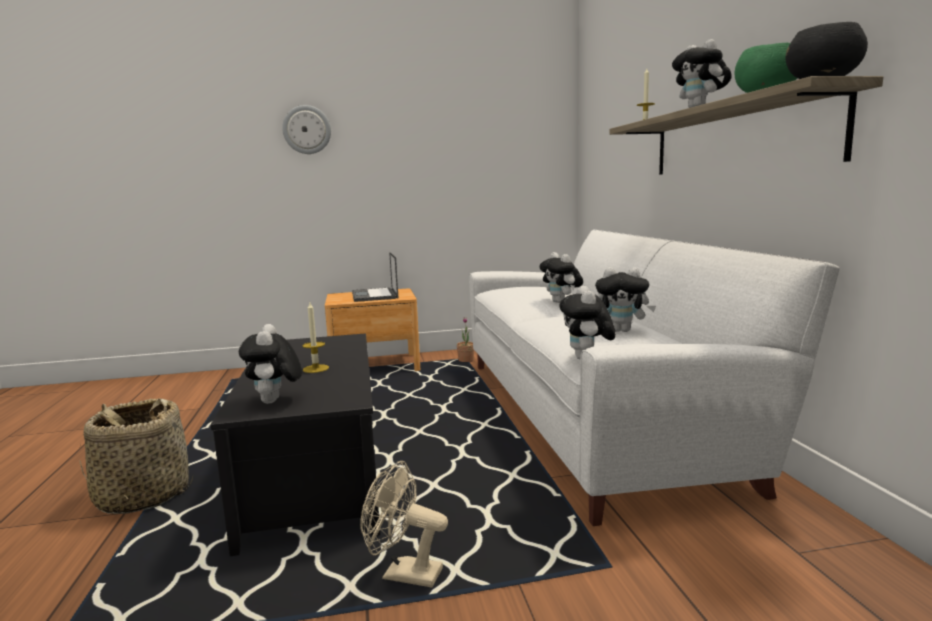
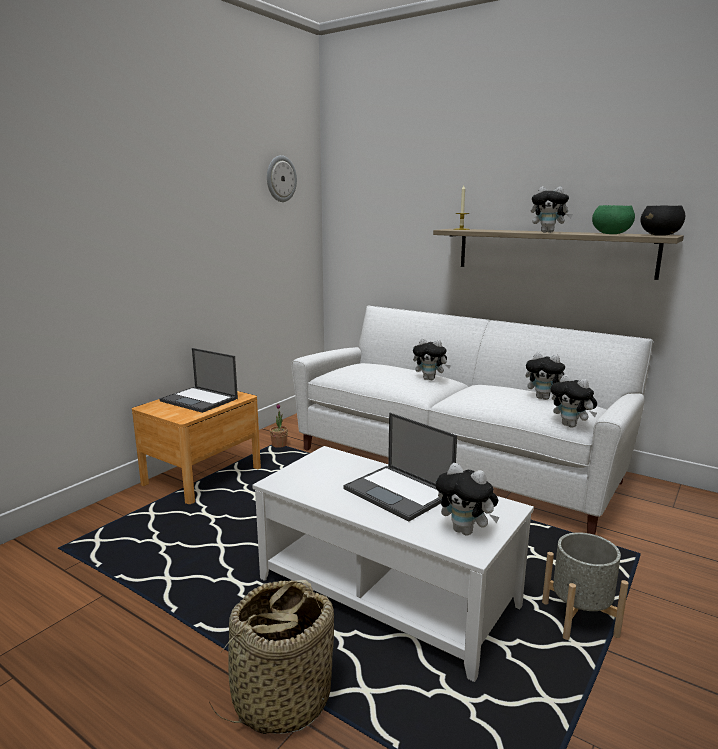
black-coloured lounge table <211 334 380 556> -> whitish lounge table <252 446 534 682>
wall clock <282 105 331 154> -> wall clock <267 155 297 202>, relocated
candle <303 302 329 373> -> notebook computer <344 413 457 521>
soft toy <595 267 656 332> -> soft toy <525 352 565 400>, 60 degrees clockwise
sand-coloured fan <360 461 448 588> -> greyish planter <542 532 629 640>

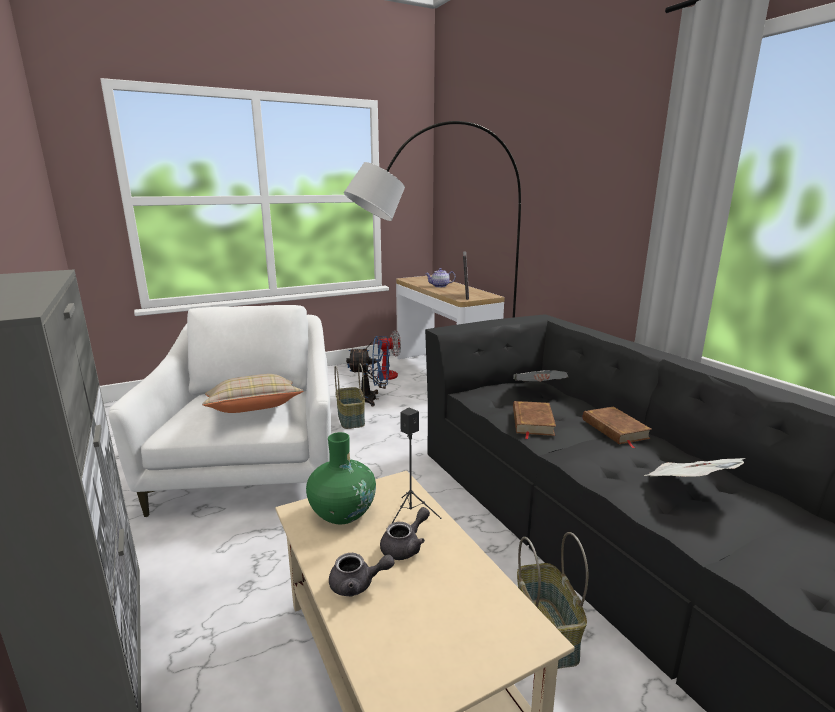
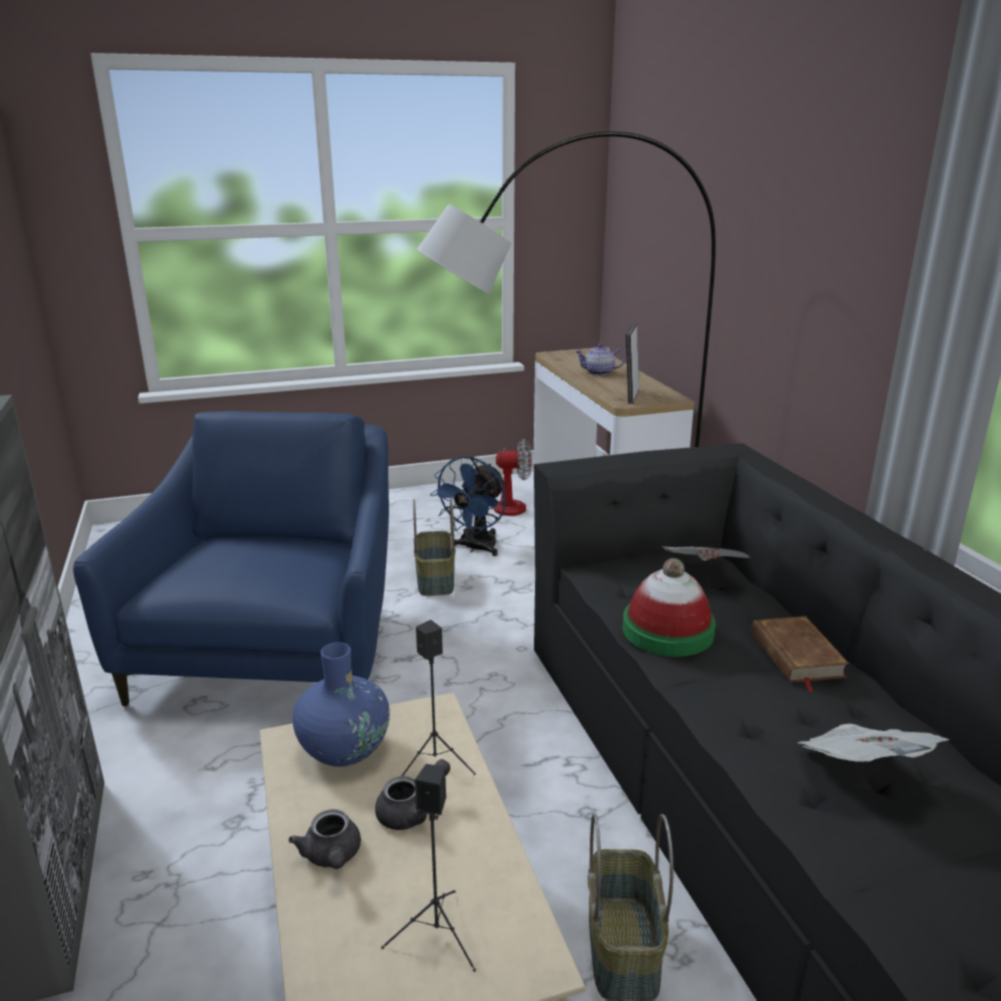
whitish lounge chair <109 305 331 517> -> blue-coloured lounge chair <73 411 389 707>
greyish teapot <329 553 394 596> -> greyish teapot <288 809 361 869>, 60 degrees clockwise
green-coloured vase <306 432 376 524> -> blue-coloured vase <293 642 390 767>
none -> black-coloured speaker <381 764 476 972>
blue-coloured fan <346 336 390 406> -> blue-coloured fan <430 456 506 556>, 105 degrees clockwise
brown bound book <513 401 556 439> -> hat <623 558 716 657>
sand-coloured cushion <202 374 303 413> -> none

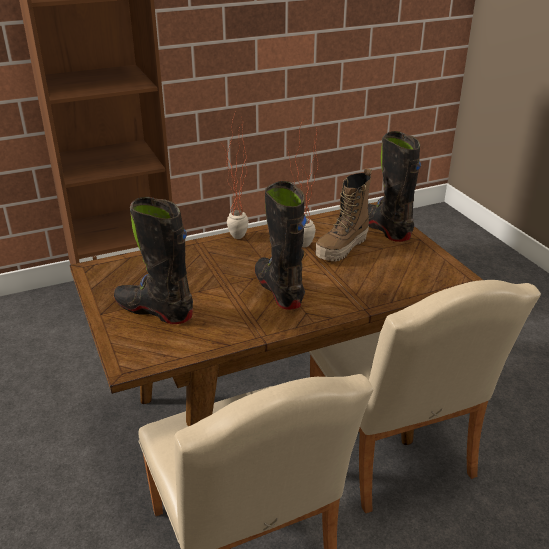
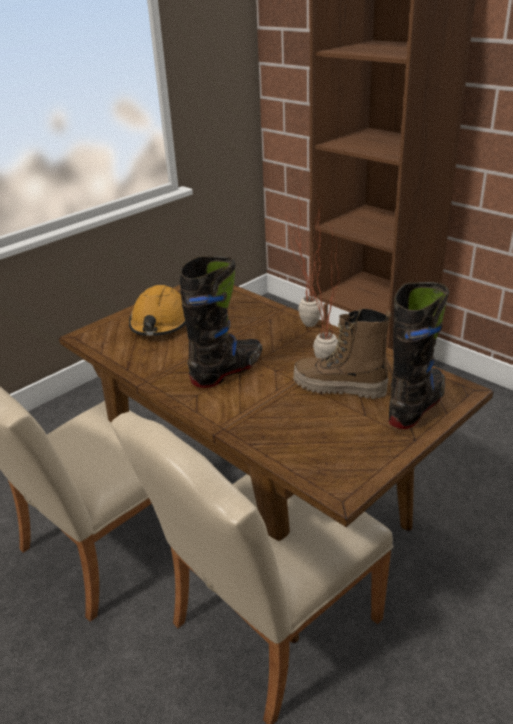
black-coloured high-top boot <114 197 193 324> -> orange-coloured safety helmet <129 285 186 336>

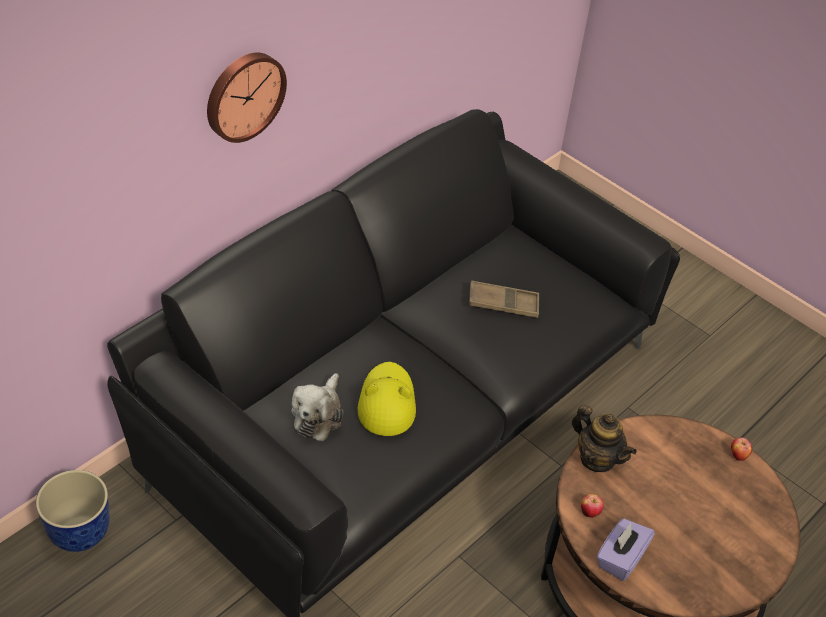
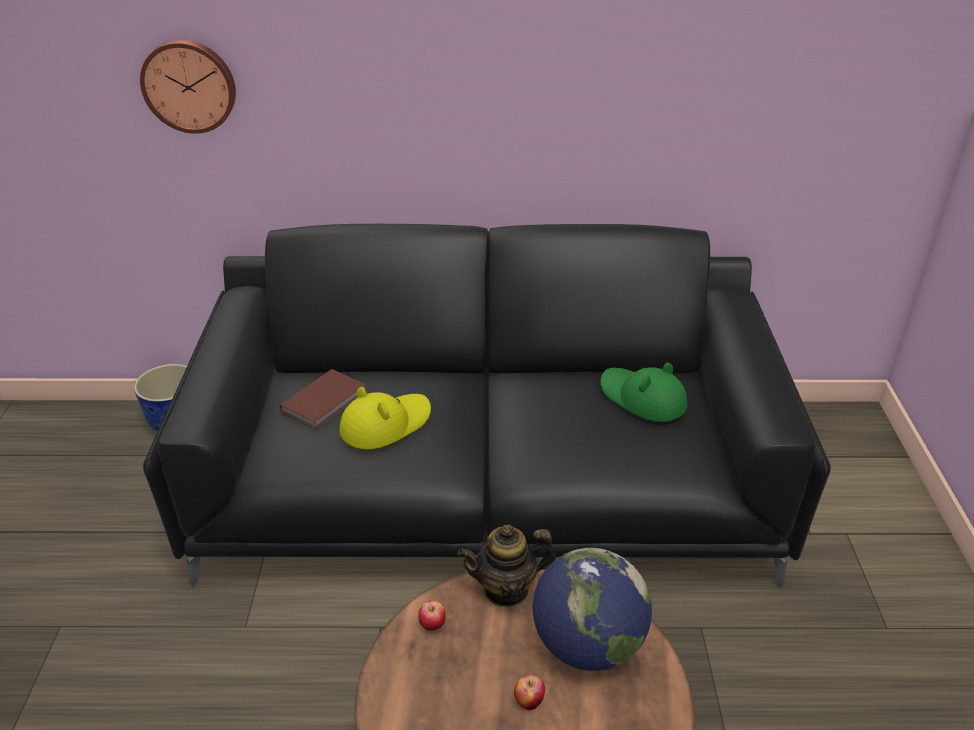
wall clock <207 53 287 143> -> wall clock <140 40 236 134>, relocated
soft toy <291 373 344 441> -> brown bound book <280 369 366 429>
teapot <572 404 637 472> -> teapot <458 525 556 607>, 75 degrees clockwise
apple fruit <731 437 752 461> -> apple fruit <514 674 545 710>, relocated
none -> desk globe <532 548 652 671>
none -> green-coloured hat <600 362 687 422>
brown serving tray <469 280 539 318> -> none
purple-coloured tissue box <597 519 655 581> -> none

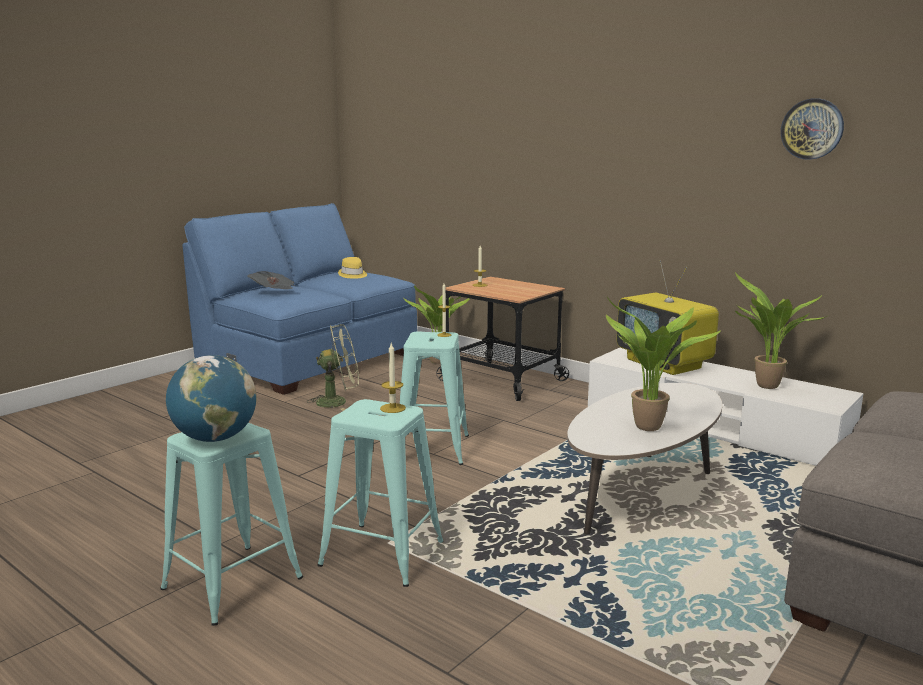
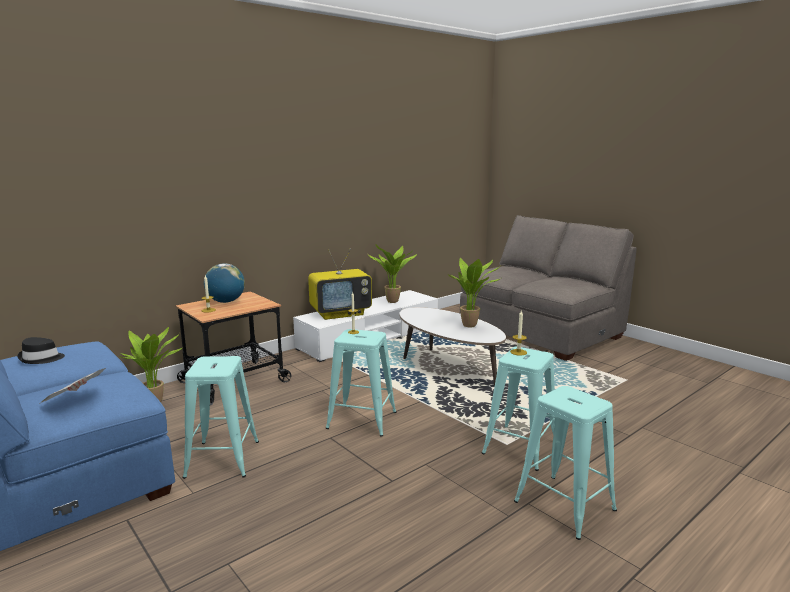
yellow hat <338 257 367 279> -> black-coloured hat <17 337 65 364>
green-coloured fan <307 324 359 411> -> turquoise-coloured sitting stool <183 356 259 479>
desk globe <166 355 257 442> -> desk globe <204 263 245 303>, relocated
wall clock <781 98 844 160> -> none

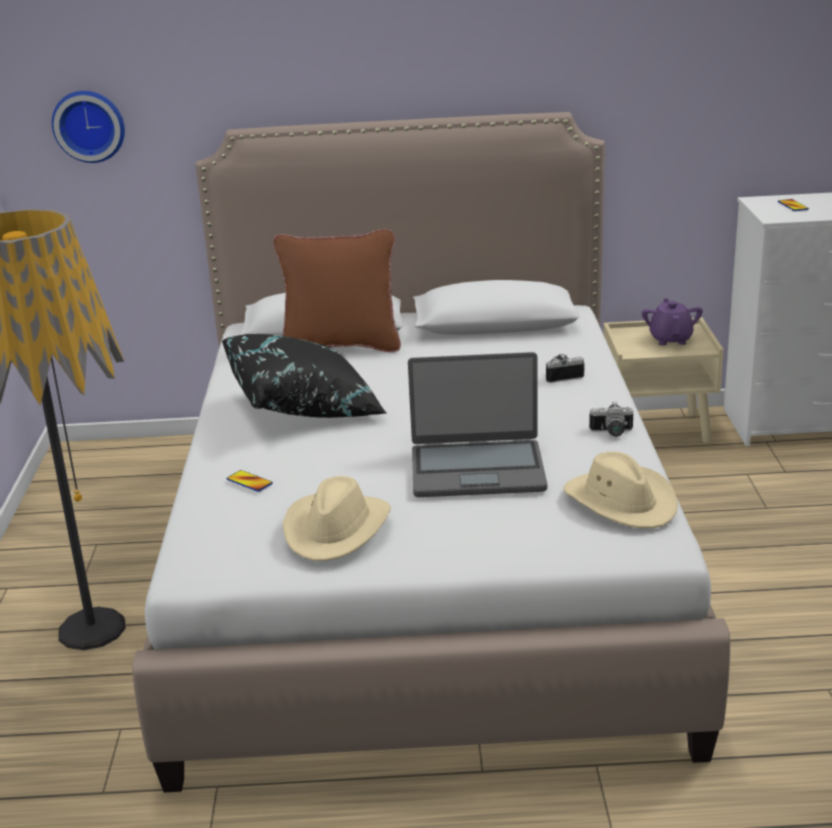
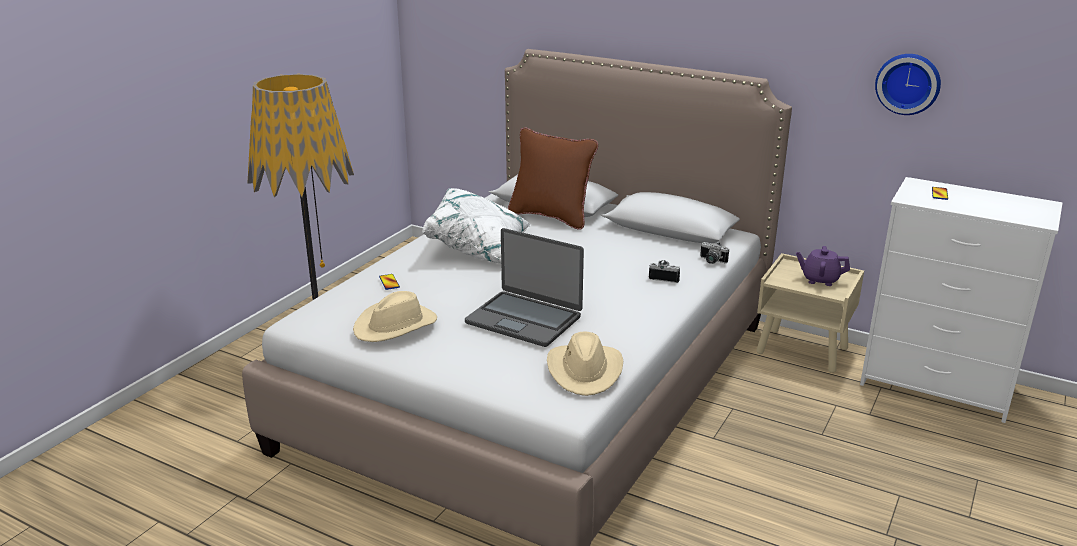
black-coloured cushion <222 334 387 418> -> whitish cushion <422 188 531 264>
still camera <589 402 633 437> -> still camera <700 241 729 264>, relocated
purple-coloured teapot <642 298 703 346> -> purple-coloured teapot <796 246 850 286>, 105 degrees counterclockwise
wall clock <52 91 125 163> -> wall clock <875 54 941 115>, relocated

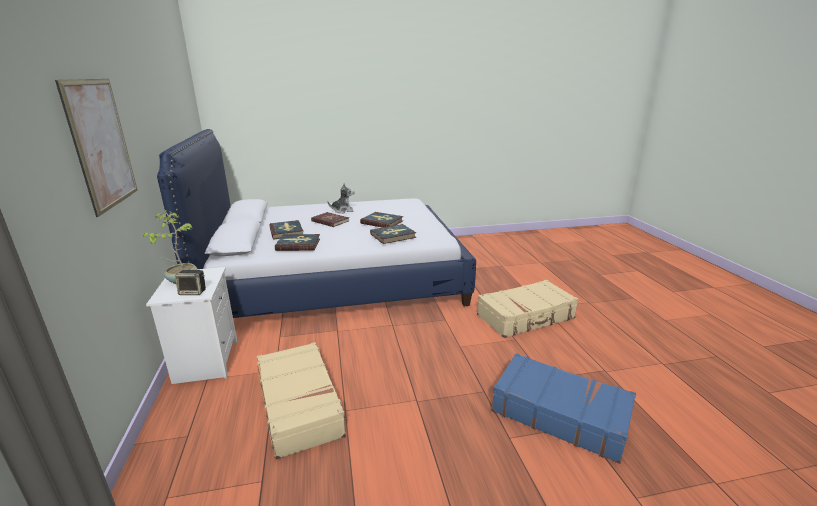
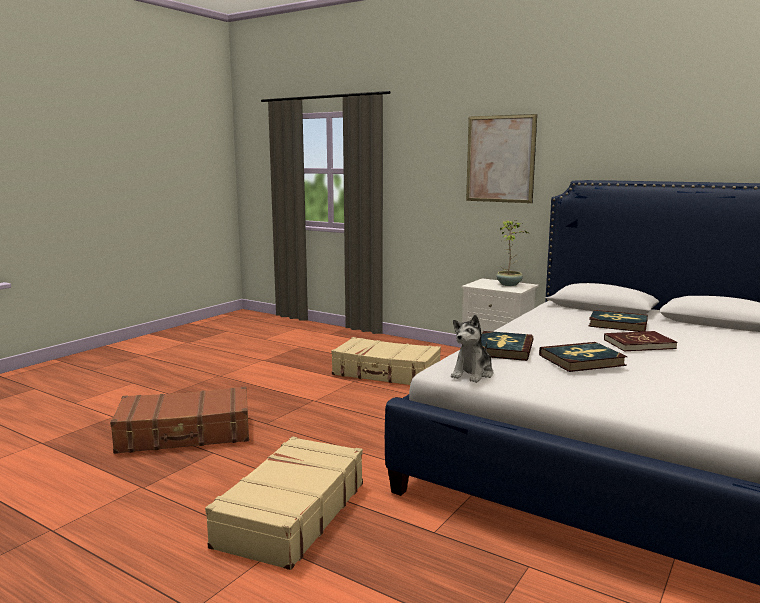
blue-coloured suitcase <491 353 636 464> -> brown suitcase <110 387 249 454>
soft toy <327 183 355 213> -> soft toy <451 315 493 383>, relocated
speaker <175 270 206 295> -> none
bound book <275 234 320 251> -> none

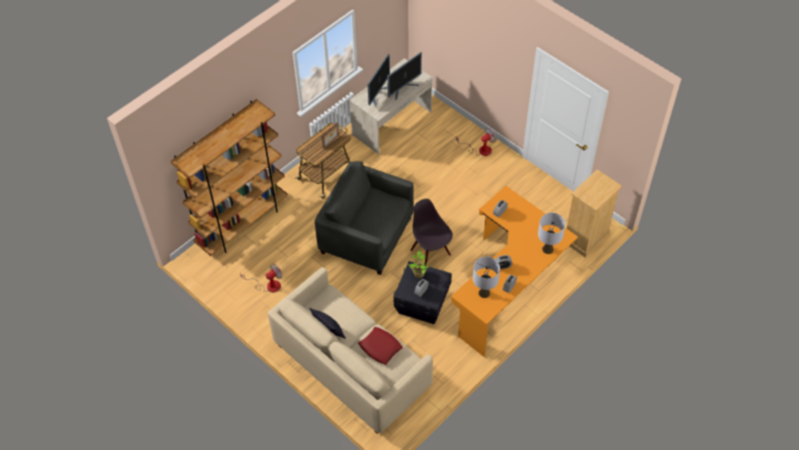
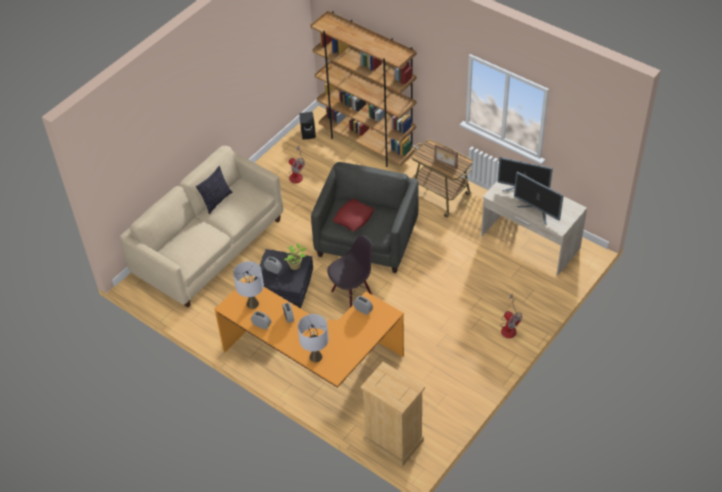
none -> black-coloured speaker <299 112 316 139>
red cushion <358 327 403 365> -> red cushion <333 199 374 231>, relocated

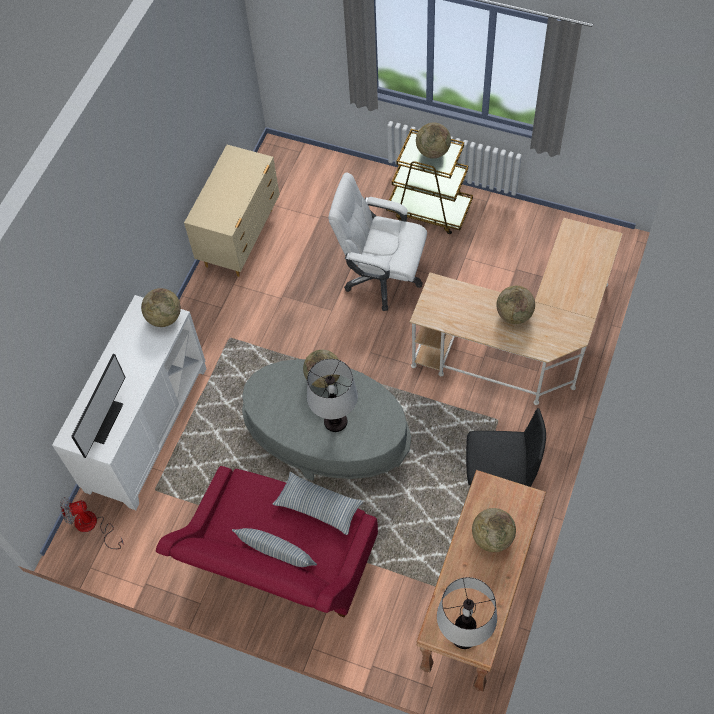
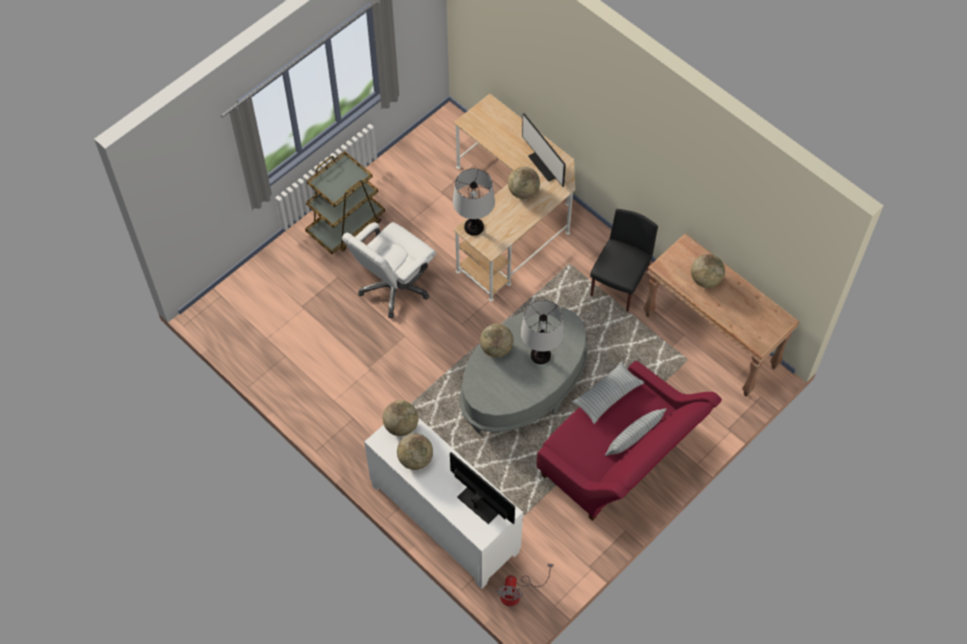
desk globe <416 123 451 158> -> desk globe <397 434 433 470>, relocated
tabletop lamp <437 577 497 649> -> tabletop lamp <453 168 495 236>, relocated
none -> computer screen <522 113 566 187>
sand-coloured drawer chest <184 145 280 277> -> none

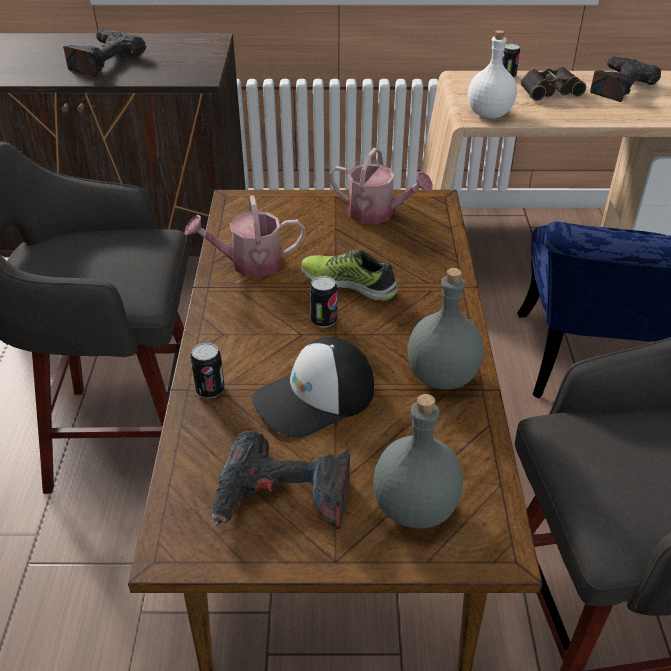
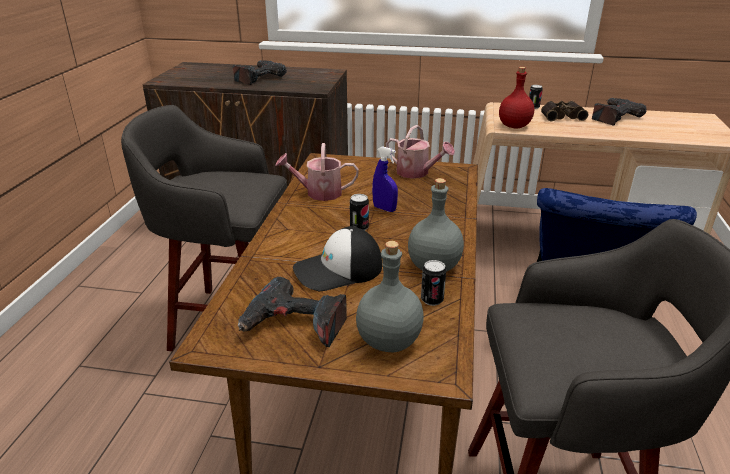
low shoe <301 249 398 301> -> blue-coloured spray bottle <372 146 398 212>
metal can <190 342 225 398> -> metal can <421 260 446 306>, relocated
whitish drink bottle <468 30 517 118> -> red drink bottle <499 67 534 128>

